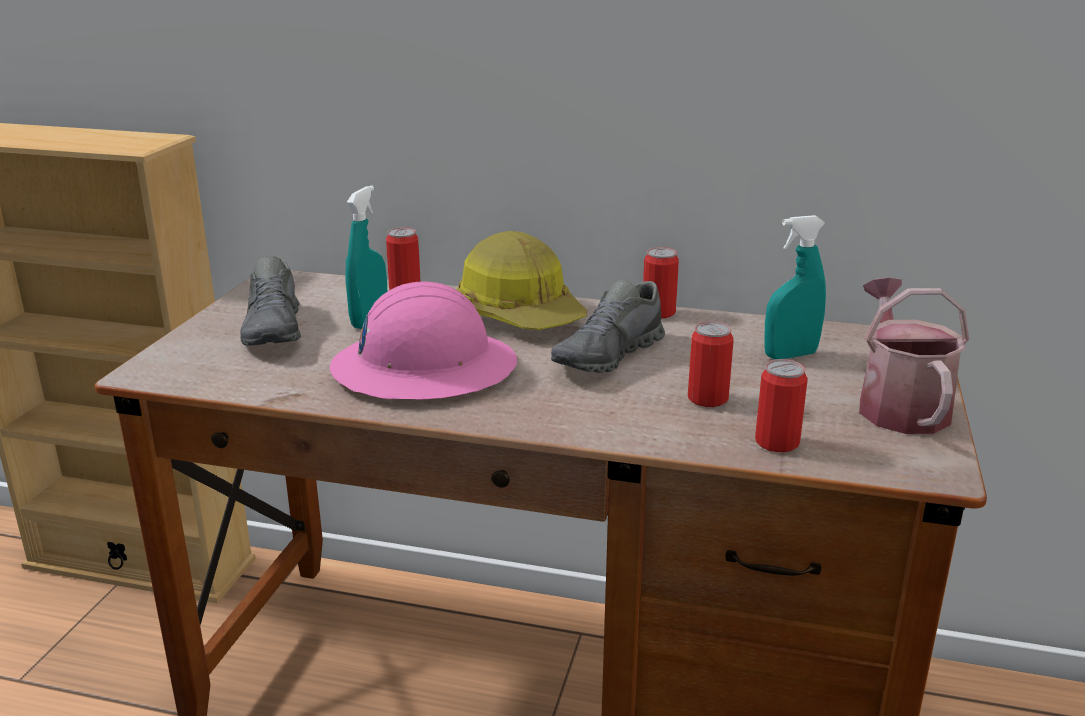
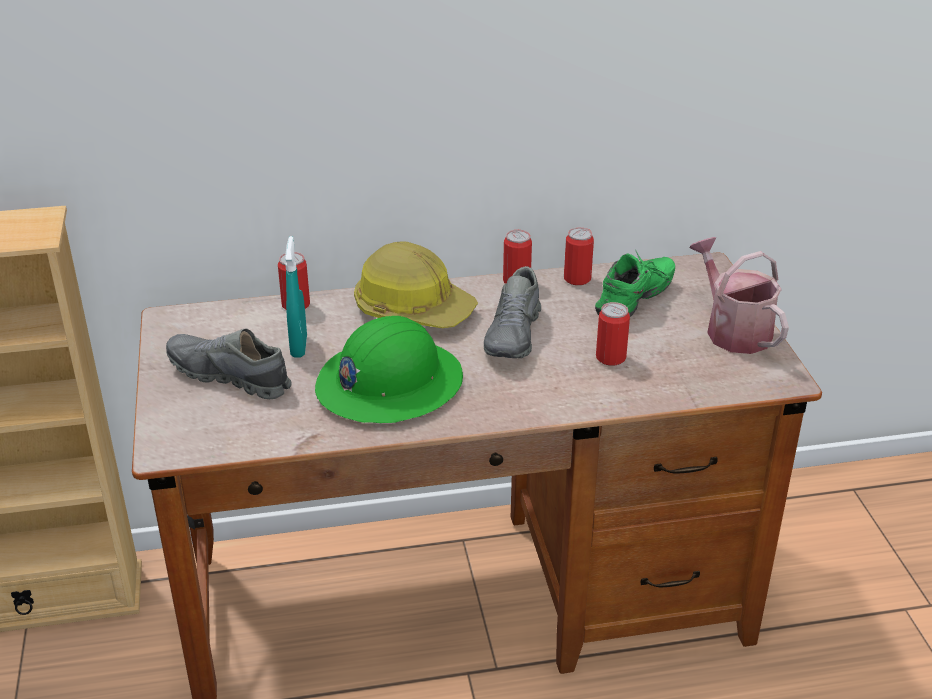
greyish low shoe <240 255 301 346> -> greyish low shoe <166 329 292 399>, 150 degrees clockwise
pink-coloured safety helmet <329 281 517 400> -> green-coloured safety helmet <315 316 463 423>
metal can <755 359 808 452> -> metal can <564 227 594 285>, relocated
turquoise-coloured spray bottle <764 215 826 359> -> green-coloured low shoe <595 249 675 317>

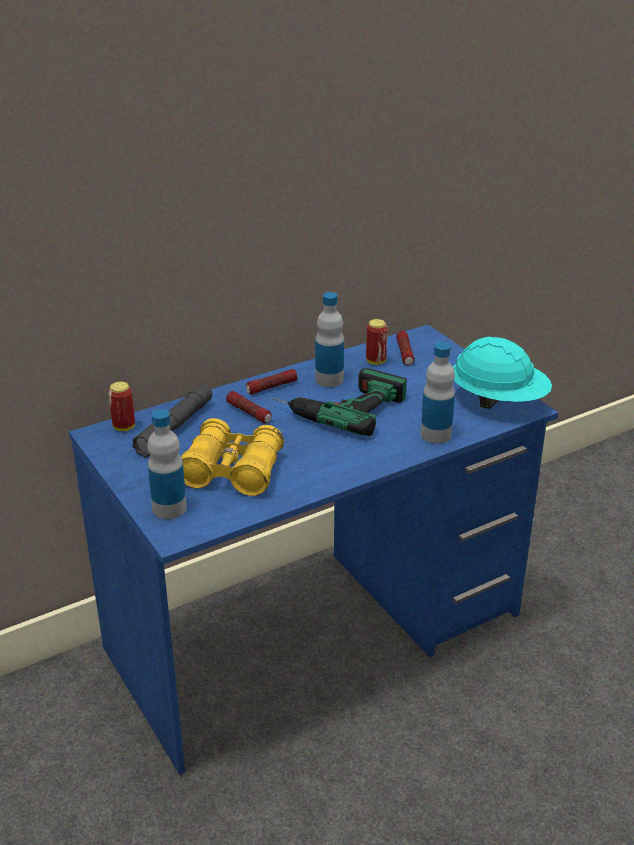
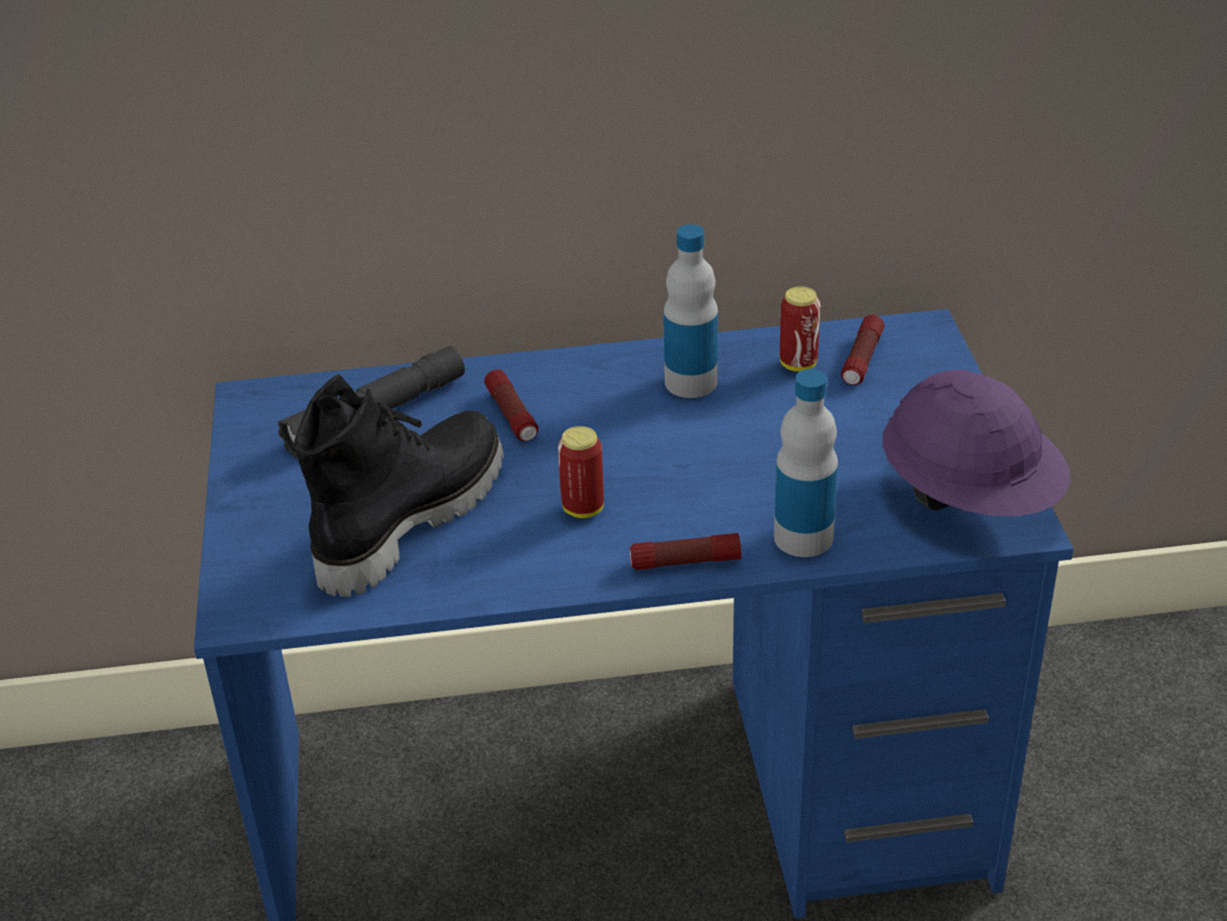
yellow field glasses <181 418 284 496> -> black-coloured high-top boot <294 374 503 597>
metal can <108 382 135 431> -> metal can <558 426 604 518>, relocated
flashlight <246 369 297 394> -> flashlight <630 533 741 570>, relocated
turquoise-coloured safety helmet <453 337 552 409> -> purple-coloured safety helmet <883 370 1071 516>
drink bottle <148 409 187 519> -> none
power drill <271 368 407 436> -> none

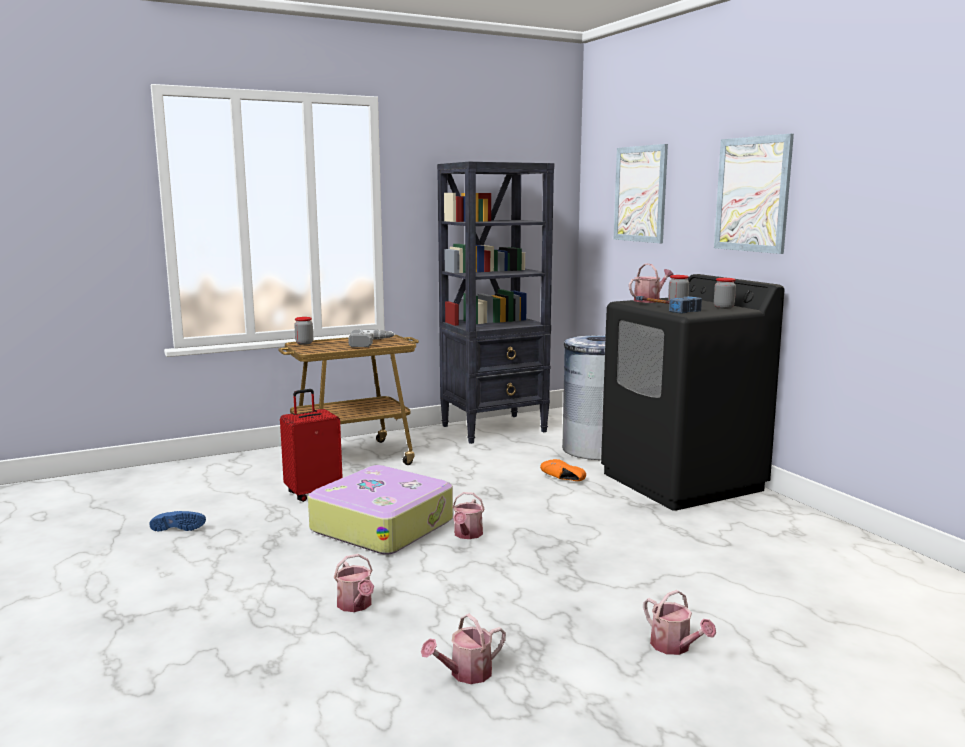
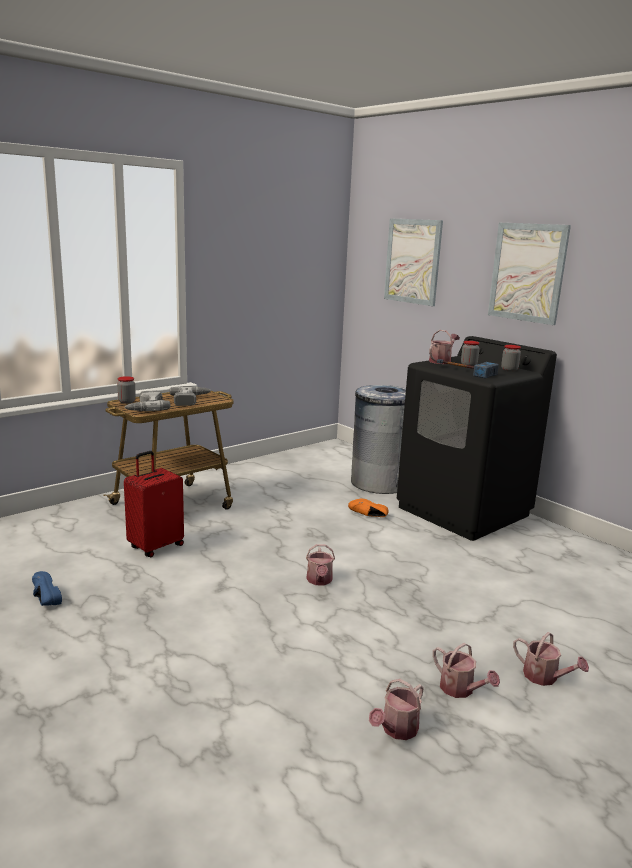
blue-coloured low shoe <149 511 206 532> -> blue-coloured low shoe <32 571 62 606>, 120 degrees counterclockwise
none -> power drill <124 390 171 411>
watering pot <334 554 374 612> -> watering pot <433 643 500 698>, relocated
suitcase <308 465 453 555> -> none
black-coloured shelving unit <437 162 554 444> -> none

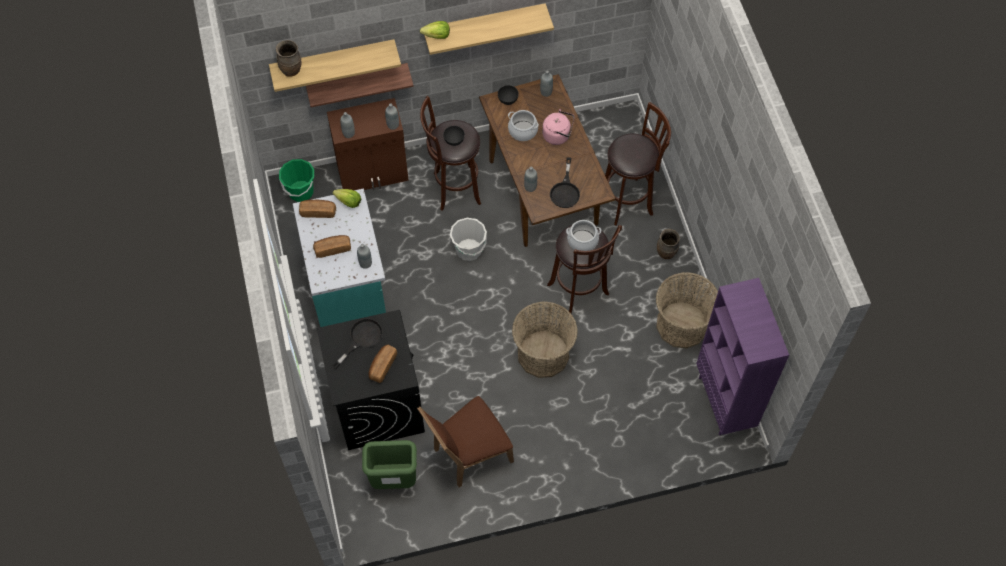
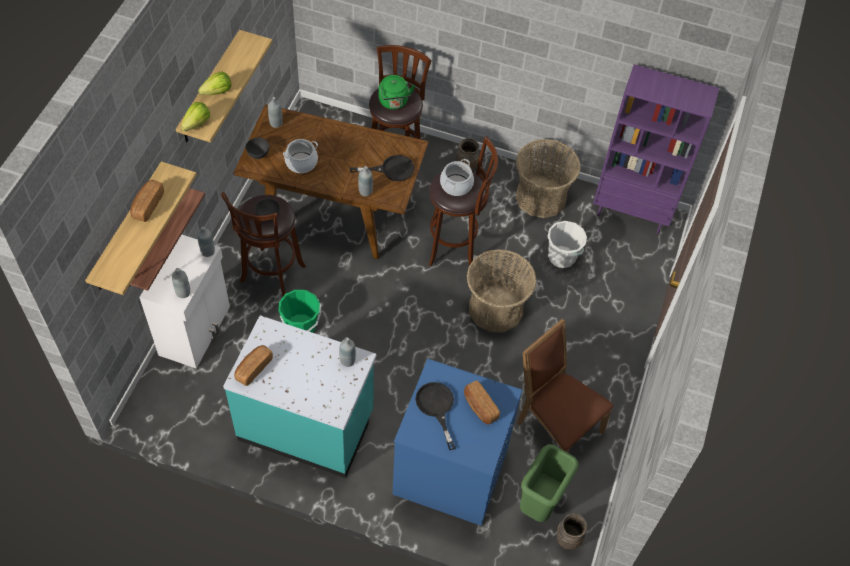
bread <313 235 351 258> -> bread <130 180 164 222>, relocated
brown cupboard <327 98 409 190> -> whitish cupboard <139 235 230 369>
head of lettuce <333 189 361 208> -> head of lettuce <198 72 231 95>, relocated
green-coloured water bucket <279 159 314 202> -> green-coloured water bucket <278 290 321 333>, relocated
black-coloured pan <550 157 580 208> -> black-coloured pan <350 155 414 181>, 45 degrees counterclockwise
none -> green-coloured tea kettle <379 75 415 110>
black-coloured washing machine <317 310 425 450> -> blue-coloured washing machine <392 358 522 526>
brown chair <417 396 514 487> -> brown chair <517 318 614 453>, 135 degrees clockwise
whitish water bucket <450 218 487 261> -> whitish water bucket <547 221 587 268>, relocated
brown vase <276 40 302 77> -> brown vase <557 514 587 550>, relocated
pink-coloured tea kettle <542 109 575 145> -> none

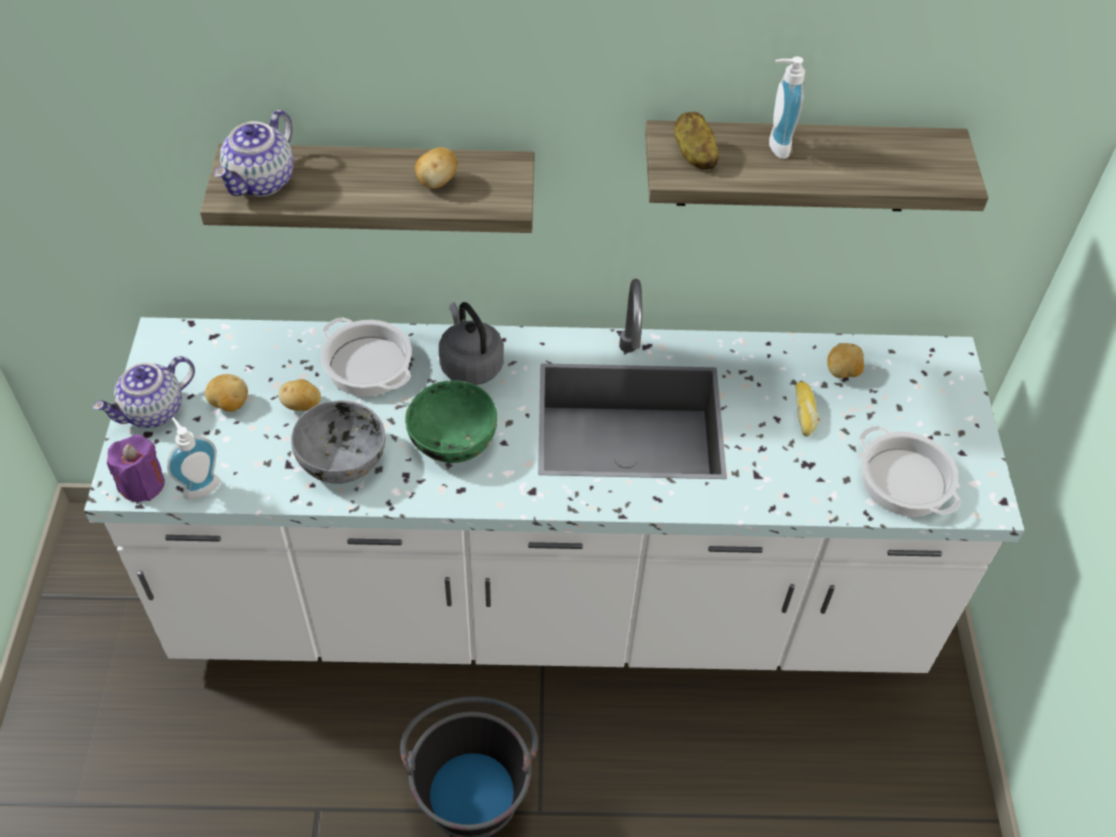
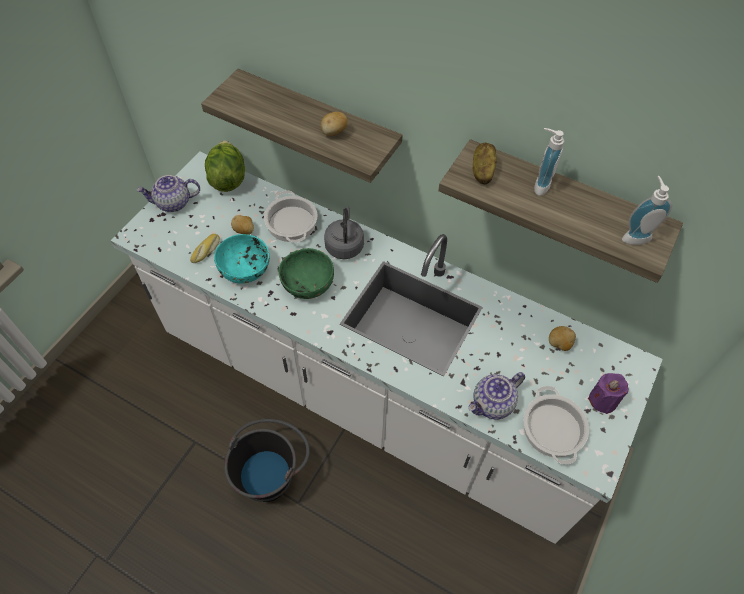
bread <795 382 818 437> -> bread <190 234 220 263>, relocated
none -> head of lettuce <205 141 245 192>
greyish deep dish <291 400 385 484> -> turquoise-coloured deep dish <214 234 269 284>
teapot <214 110 294 196> -> teapot <468 372 525 419>, relocated
purple-coloured candle <107 434 165 502> -> purple-coloured candle <588 373 629 414>, relocated
liquid soap bottle <167 417 220 500> -> liquid soap bottle <622 176 672 245>, relocated
whole potato <205 374 248 412> -> none

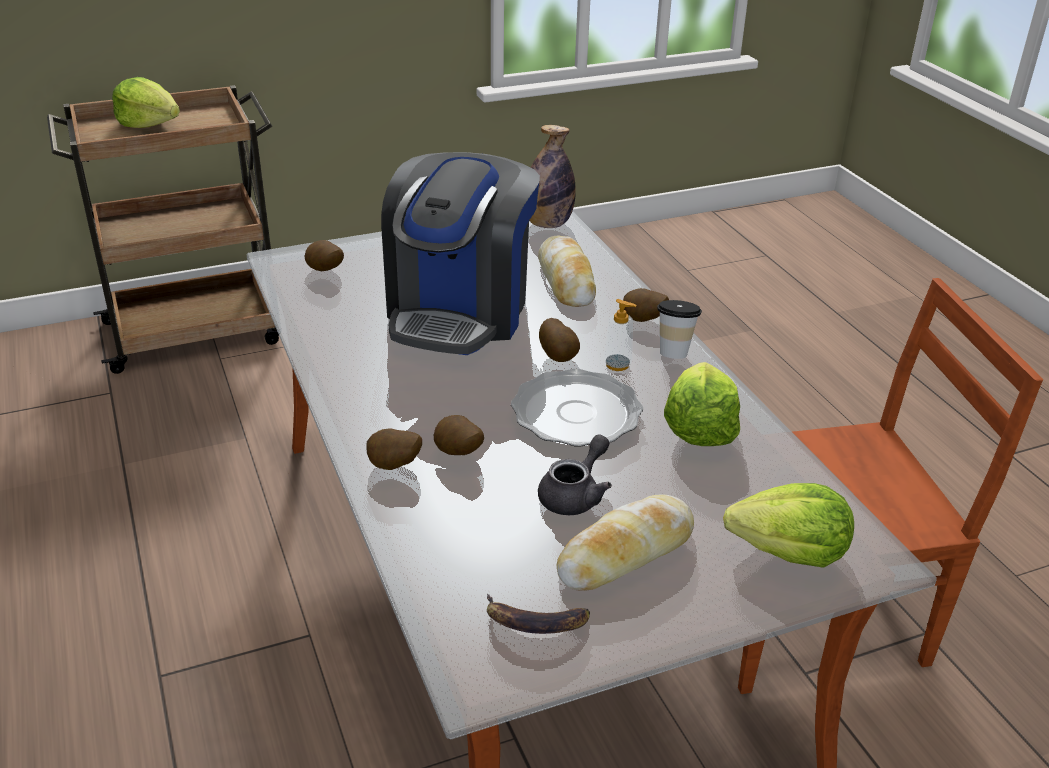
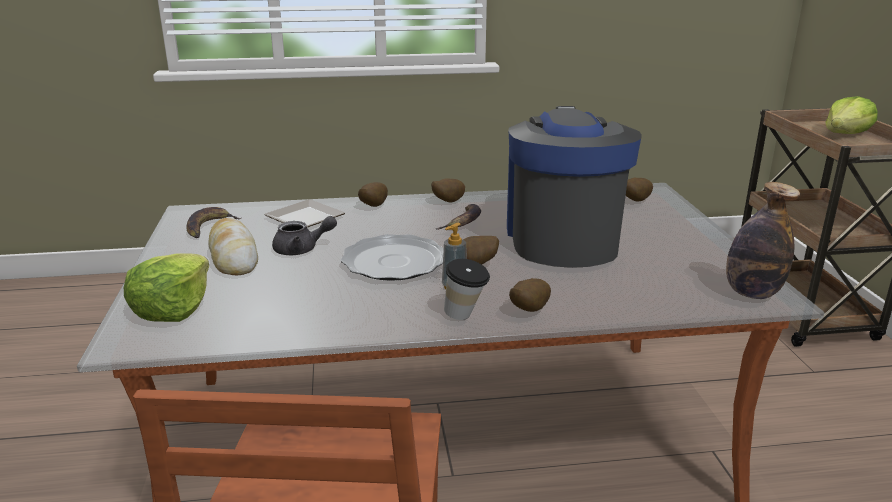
none -> flat dish <264 199 345 227>
greyish teapot <538 434 612 515> -> greyish teapot <272 216 337 255>, 60 degrees counterclockwise
whole potato <434 415 484 455> -> whole potato <431 178 465 202>, relocated
none -> banana <435 204 481 230>
coffee maker <381 152 540 355> -> coffee maker <507 106 642 268>, 60 degrees clockwise
bread <538 236 596 307> -> none
head of lettuce <664 362 740 446> -> none

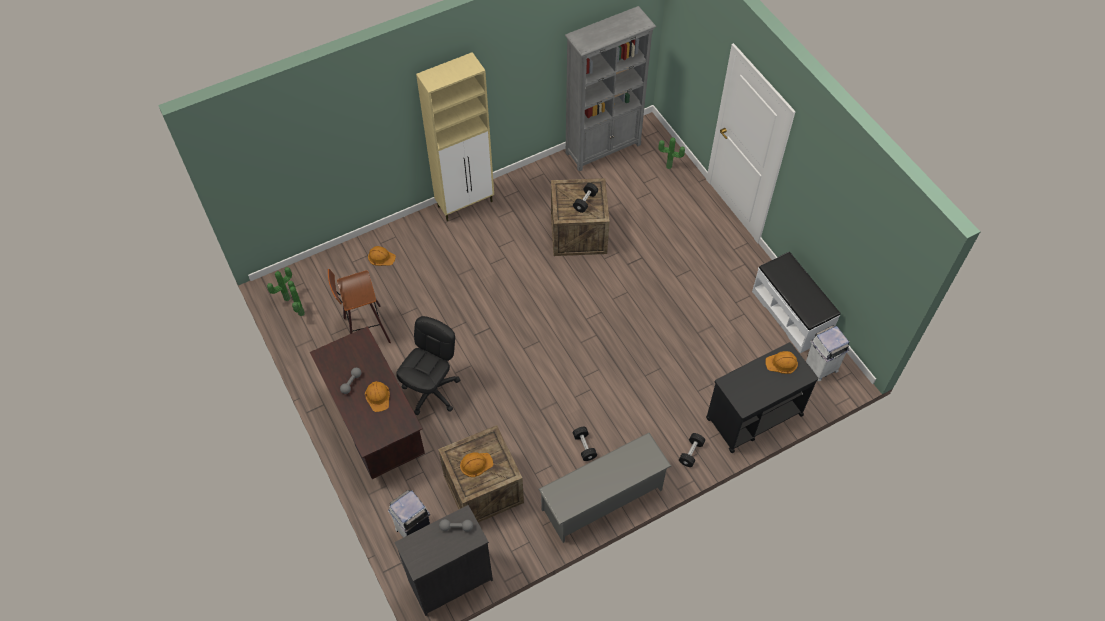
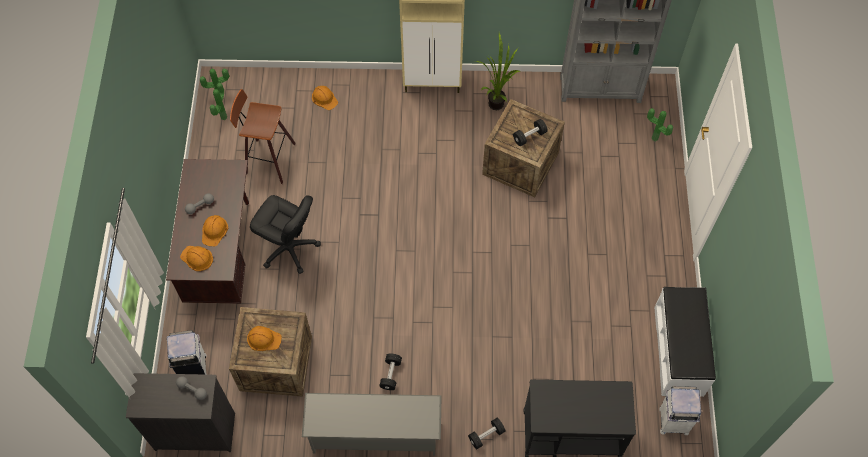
orange-coloured safety helmet <766 351 798 374> -> orange-coloured safety helmet <180 246 213 271>, relocated
black-coloured office chair <396 316 460 415> -> black-coloured office chair <250 195 321 274>, 60 degrees clockwise
none -> houseplant <475 33 520 110>

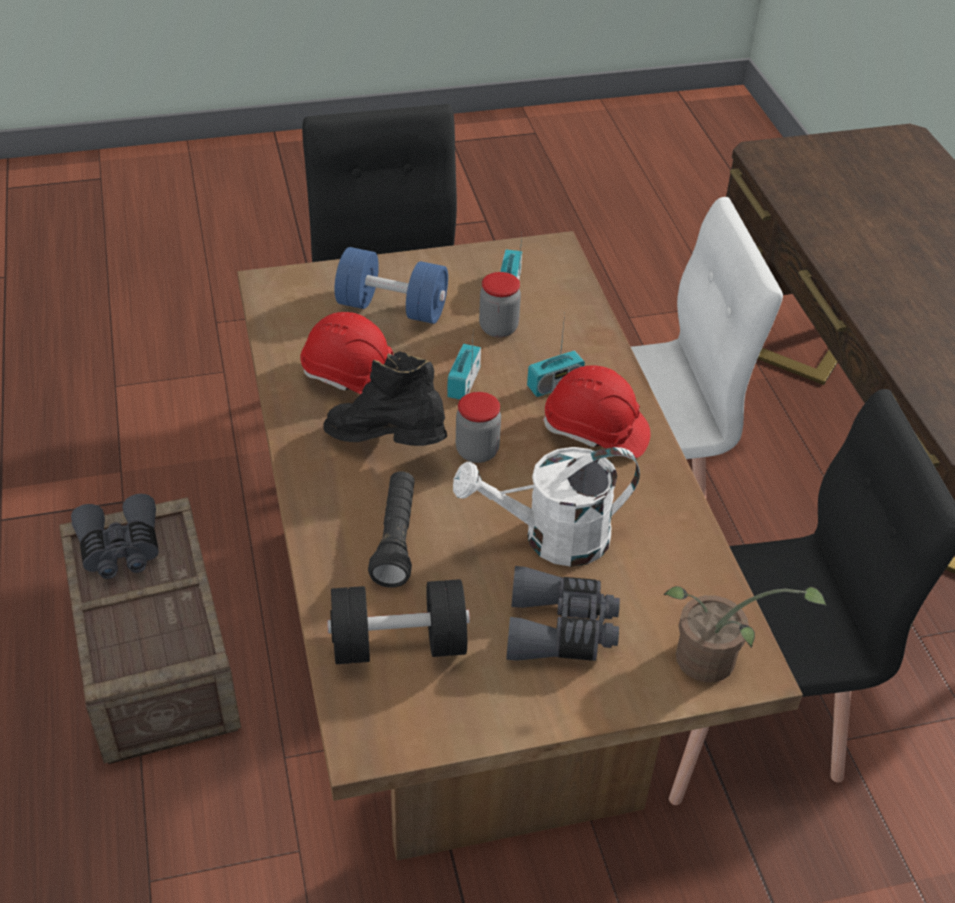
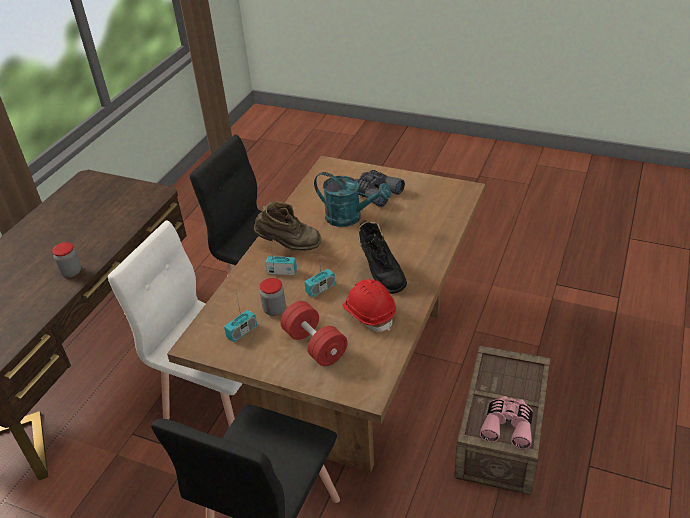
jar <456 392 501 463> -> jar <52 242 81 277>, relocated
red safety helmet <543 365 651 458> -> brown high-top boot <254 201 321 251>
blue-coloured hand weight <335 247 448 324> -> red hand weight <281 301 347 366>
whitish watering pot <453 447 640 567> -> turquoise-coloured watering pot <314 172 391 227>
greyish field glasses <71 494 159 579> -> pink-coloured field glasses <480 396 533 449>
black-coloured hand weight <327 579 470 664> -> none
black-coloured flashlight <368 471 415 588> -> none
houseplant <664 586 827 682> -> none

